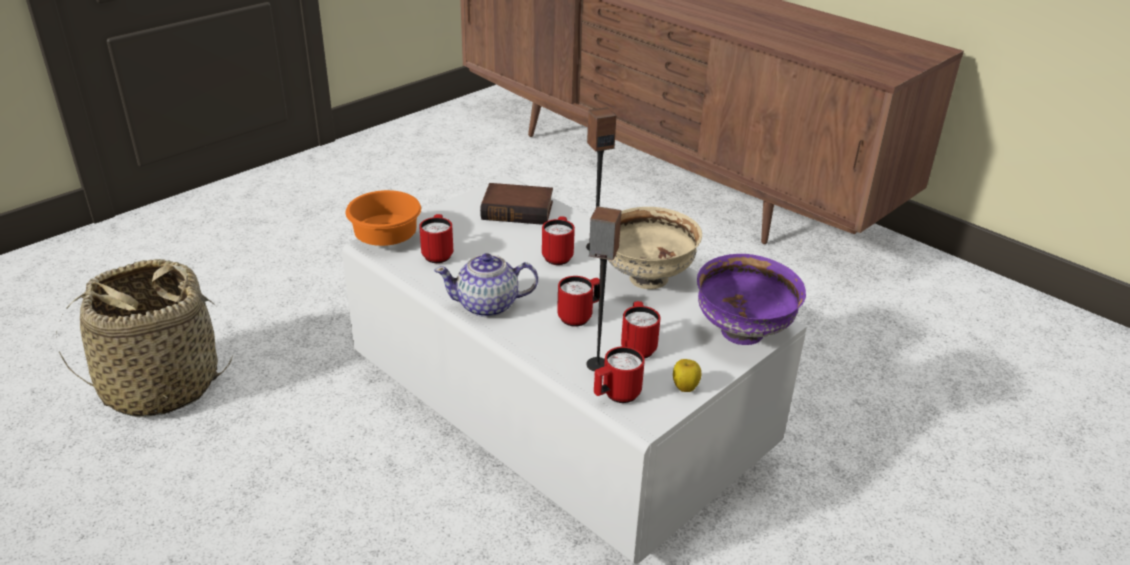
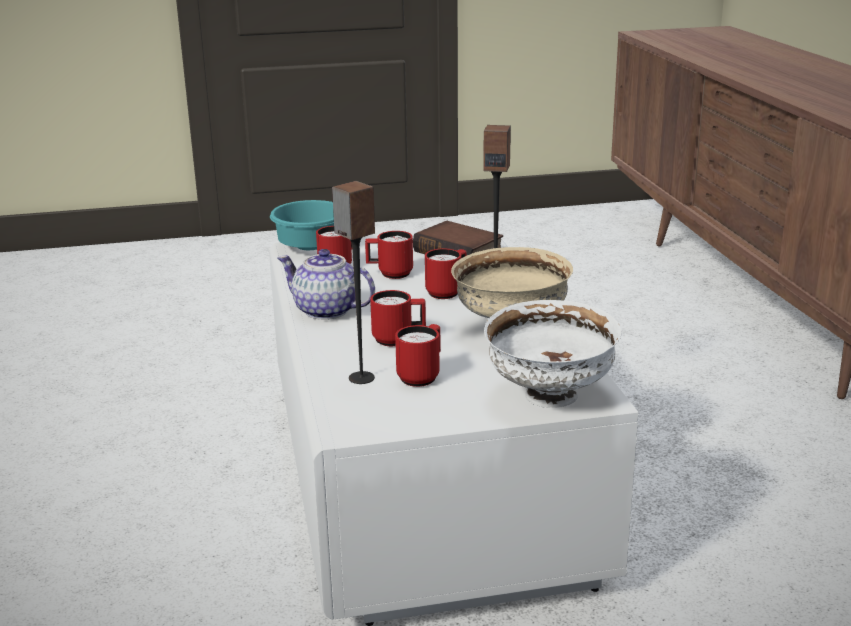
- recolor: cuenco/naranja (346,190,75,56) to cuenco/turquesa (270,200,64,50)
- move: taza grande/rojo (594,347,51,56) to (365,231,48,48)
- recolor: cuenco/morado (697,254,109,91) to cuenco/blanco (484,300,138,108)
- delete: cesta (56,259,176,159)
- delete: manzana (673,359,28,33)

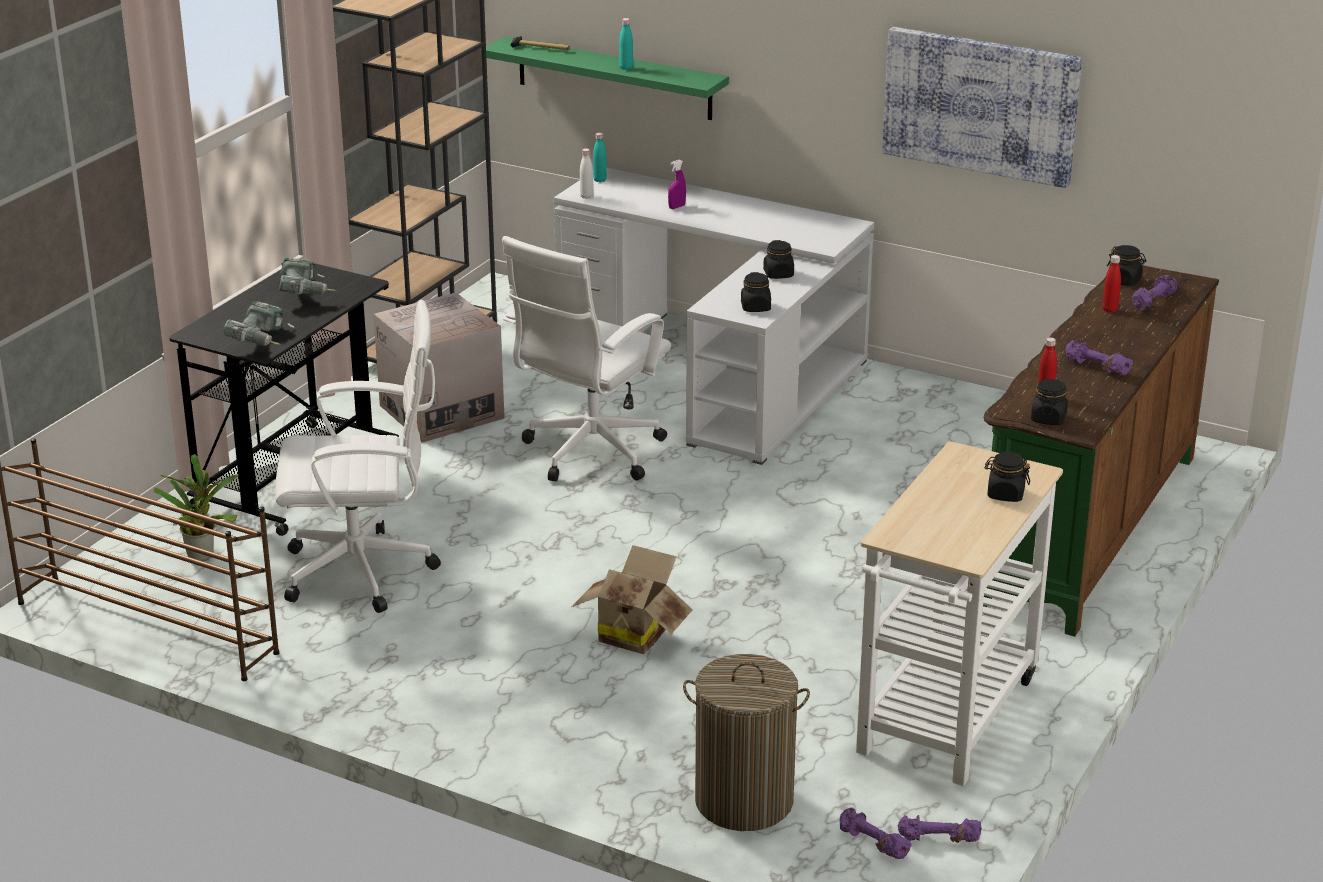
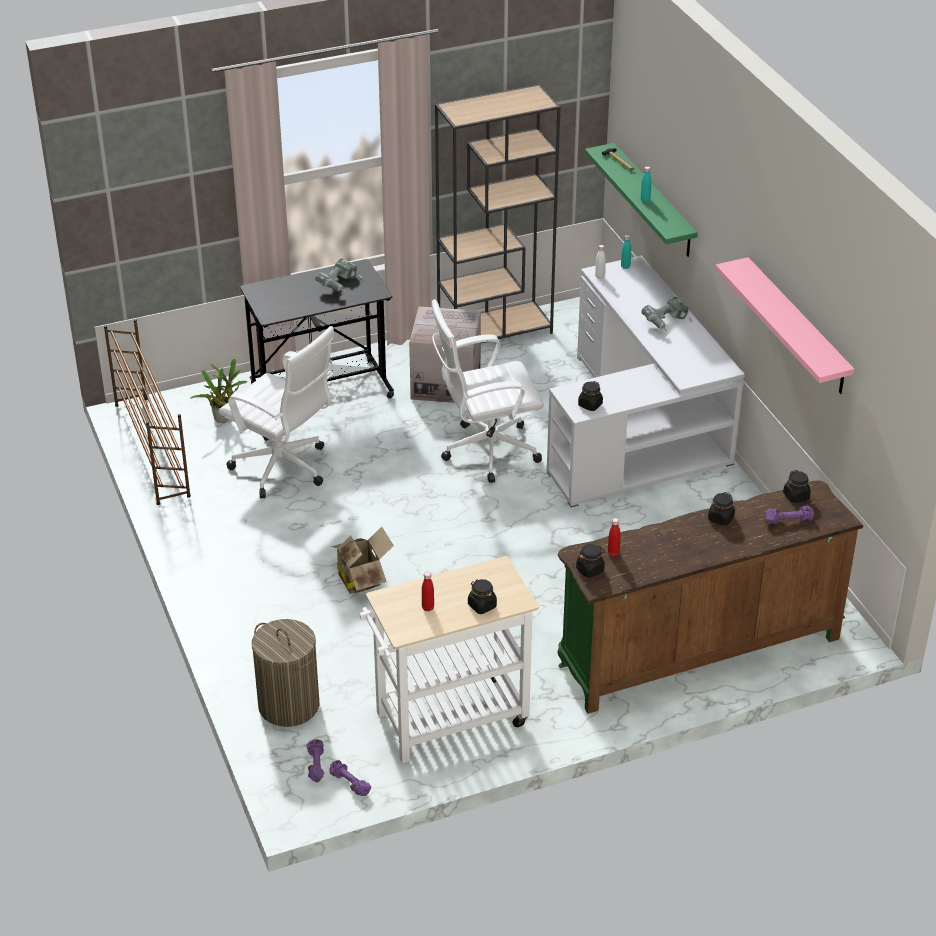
- move: botella/rojo (1102,255,19,58) to (422,572,12,39)
- move: taladro (223,301,72,45) to (641,297,51,35)
- move: tarro/negro (763,240,31,39) to (708,492,27,34)
- replace: cuadro (882,27,200,161) to estante/rosa (715,257,140,137)
- delete: pulverizador/morado (668,160,18,49)
- delete: mancuerna/morado (1066,340,67,36)

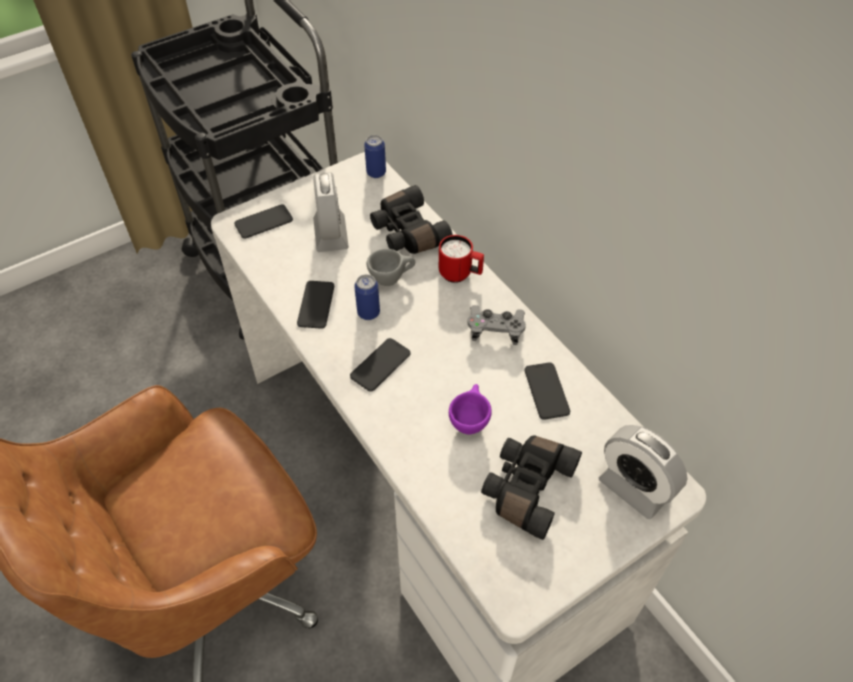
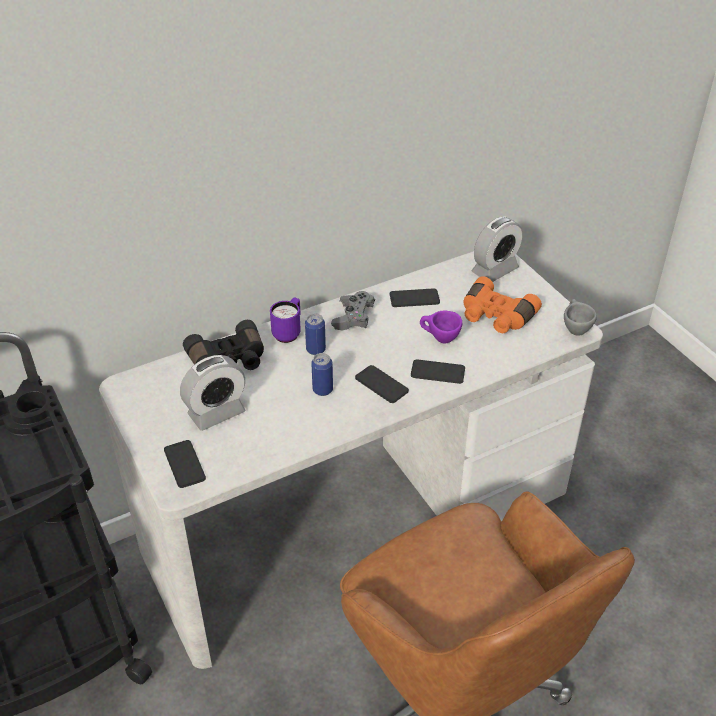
- rotate: despertador (313,172,36,80) = (180,355,65,76) 150 degrees clockwise
- recolor: taza grande/rojo (439,235,45,48) to taza grande/morado (270,298,31,45)
- move: lata (364,135,22,43) to (305,314,21,41)
- move: móvil (297,281,37,48) to (411,359,54,25)
- recolor: prismáticos/negro (481,435,101,105) to prismáticos/naranja (464,276,78,57)
- move: taza/gris (367,249,48,37) to (564,299,33,37)

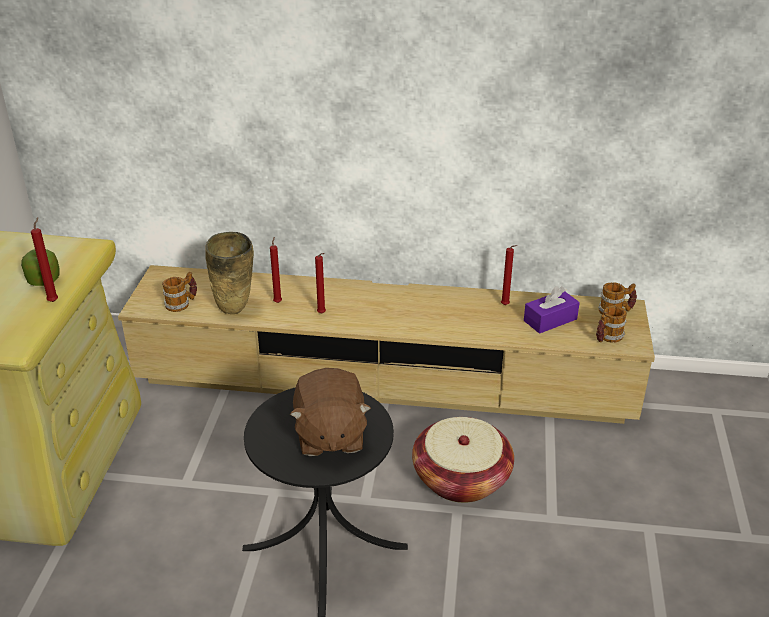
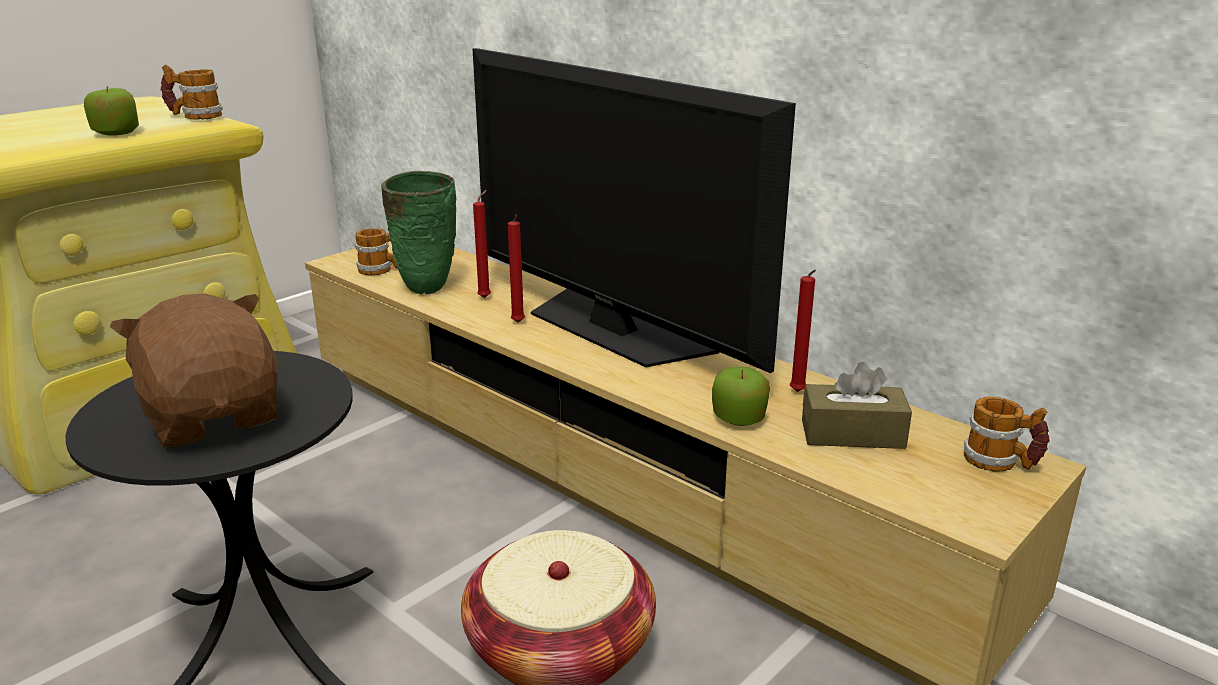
- rotate: peluche/marrón (290,368,81,88) = (110,293,168,154) 120 degrees clockwise
- move: taza grande (596,305,31,38) to (161,65,62,55)
- recolor: florero/beis (205,232,49,82) to florero/verde (381,171,75,123)
- insert: televisor (473,48,323,325)
- insert: manzana (712,367,58,59)
- recolor: caja de pañuelos/morado (524,286,56,48) to caja de pañuelos/marrón (802,362,110,87)
- delete: vela/rojo (31,218,27,84)

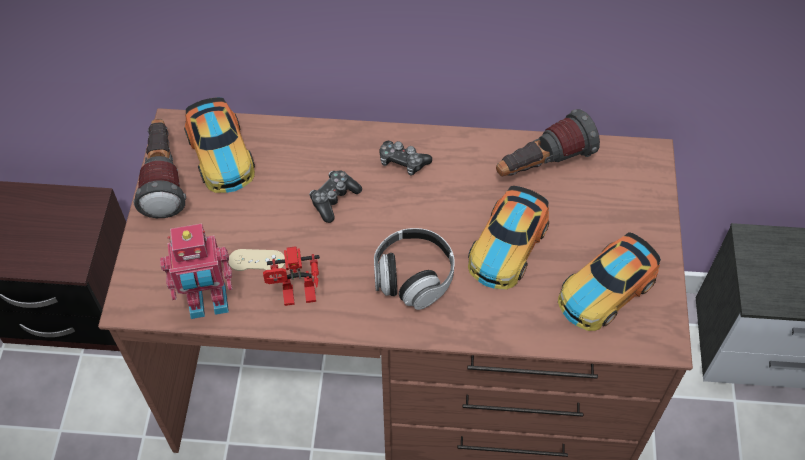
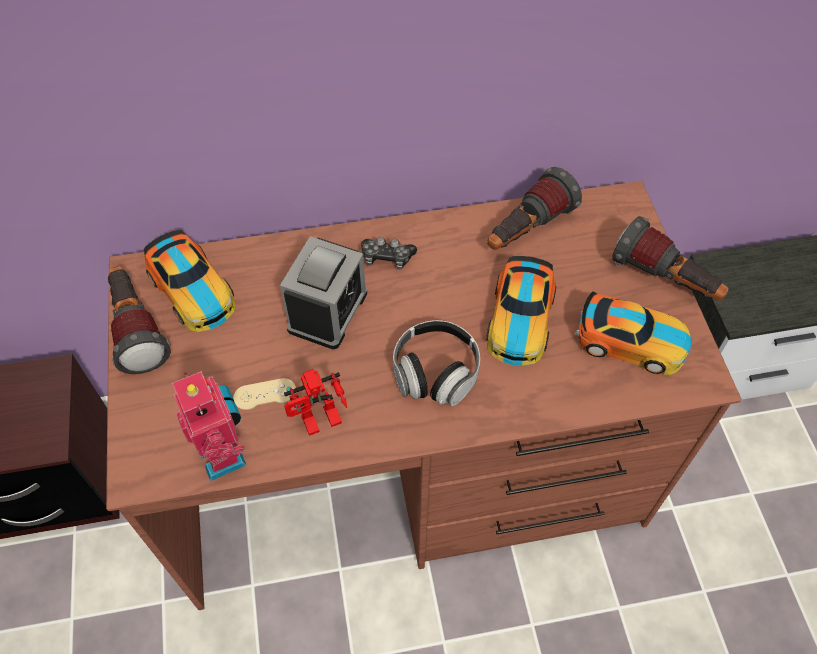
- rotate: robot de juguete (160,223,72,96) = (172,371,74,110) 90 degrees counterclockwise
- replace: mando de consola (309,170,53,53) to despertador (280,236,87,113)
- rotate: coche de juguete (558,232,103,99) = (575,292,116,83) 105 degrees counterclockwise
- insert: linterna (612,216,117,85)

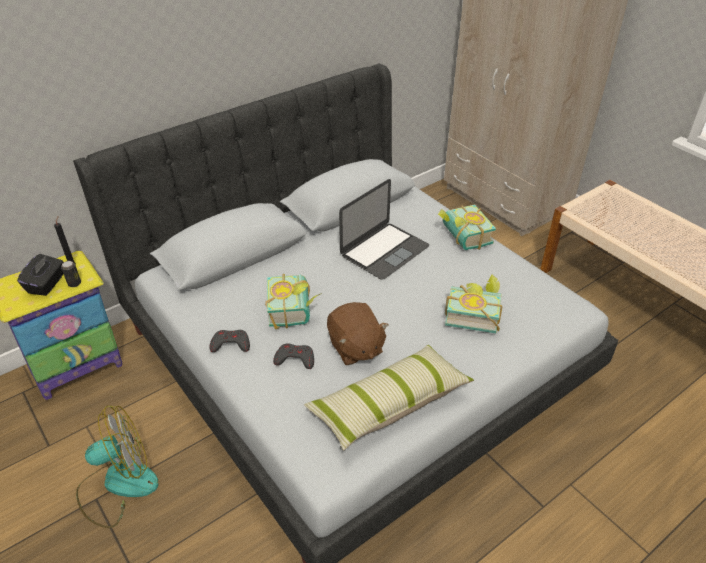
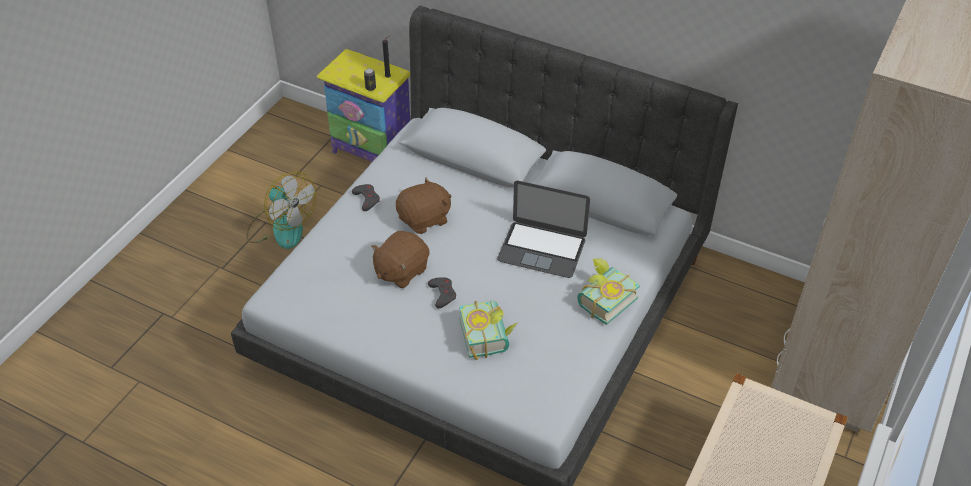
- replace: libro (265,274,57,55) to peluche/marrón (396,177,55,57)
- move: mando de consola/gris (273,343,41,26) to (428,277,28,31)
- delete: caja de pañuelos/negro (17,254,46,42)
- delete: cojín (304,345,170,106)

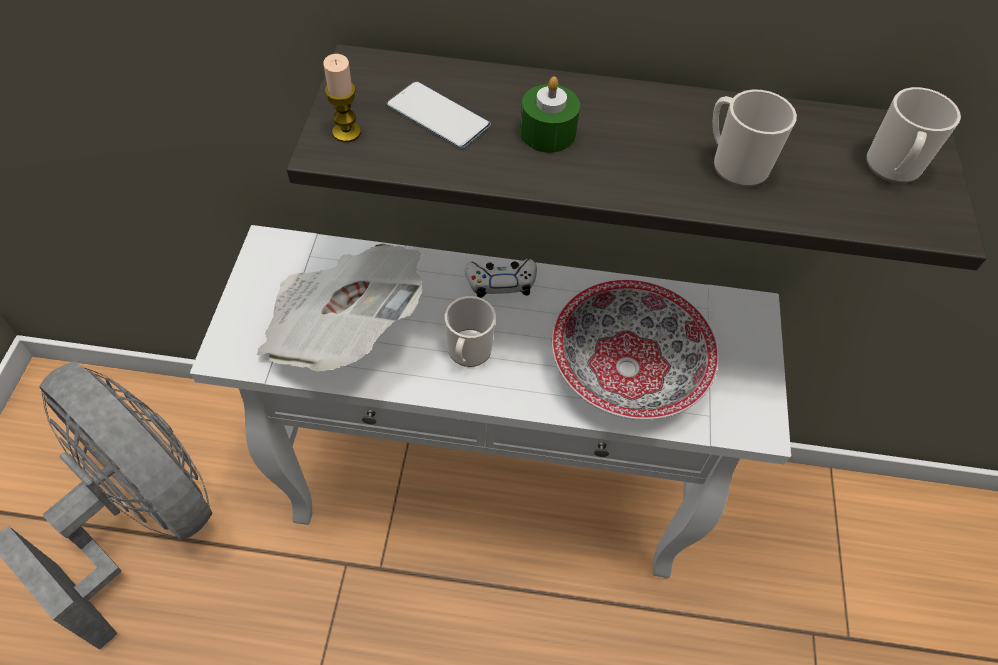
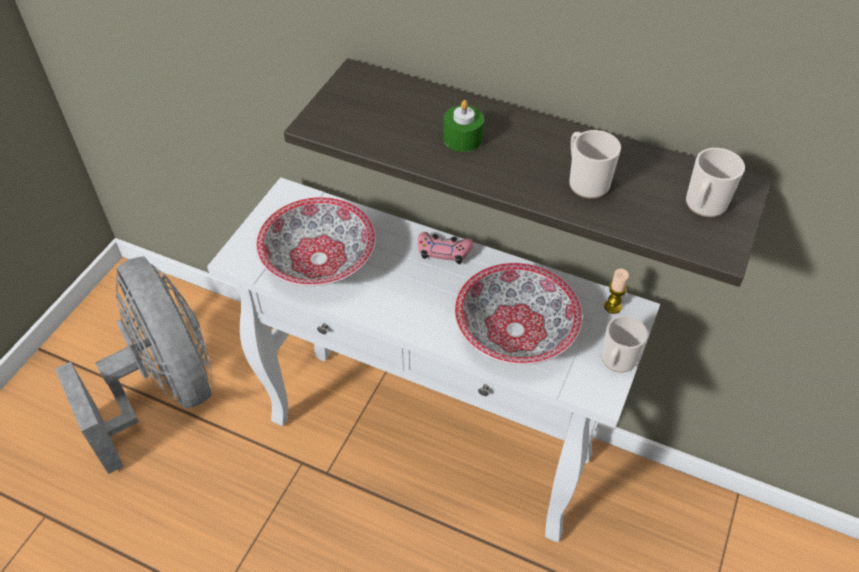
- replace: periódico (257,243,165,129) to cuenco (256,197,120,89)
- recolor: mando de consola/blanco (465,259,72,39) to mando de consola/rosa (418,232,55,32)
- move: taza grande (445,296,51,71) to (602,316,46,57)
- move: vela (323,54,38,88) to (604,269,25,45)
- delete: móvil (387,81,104,68)

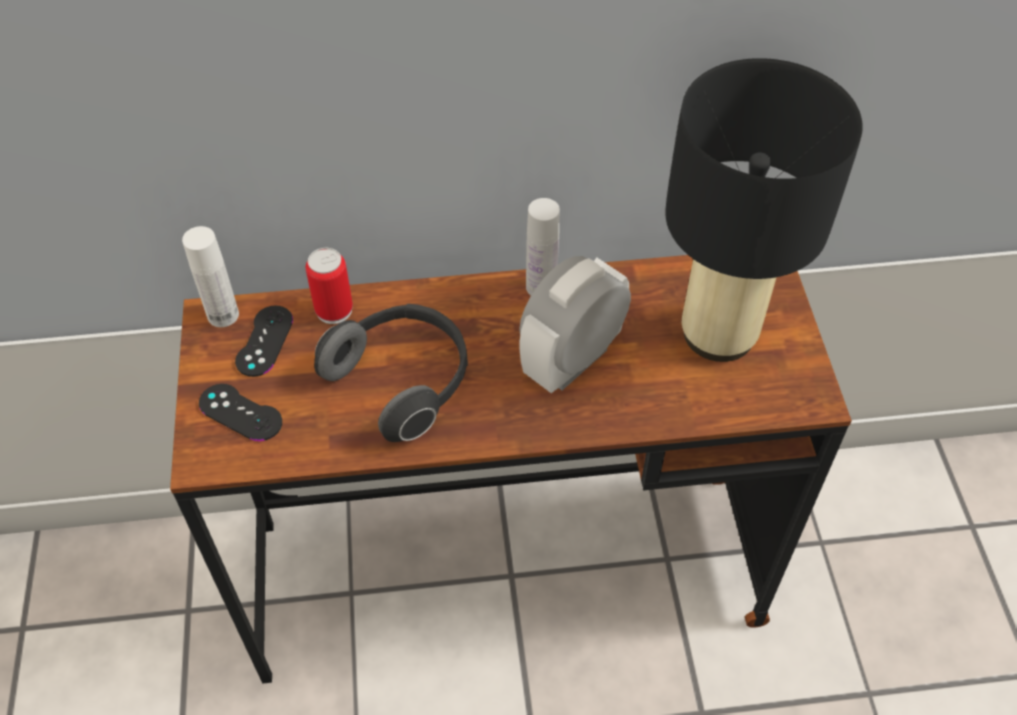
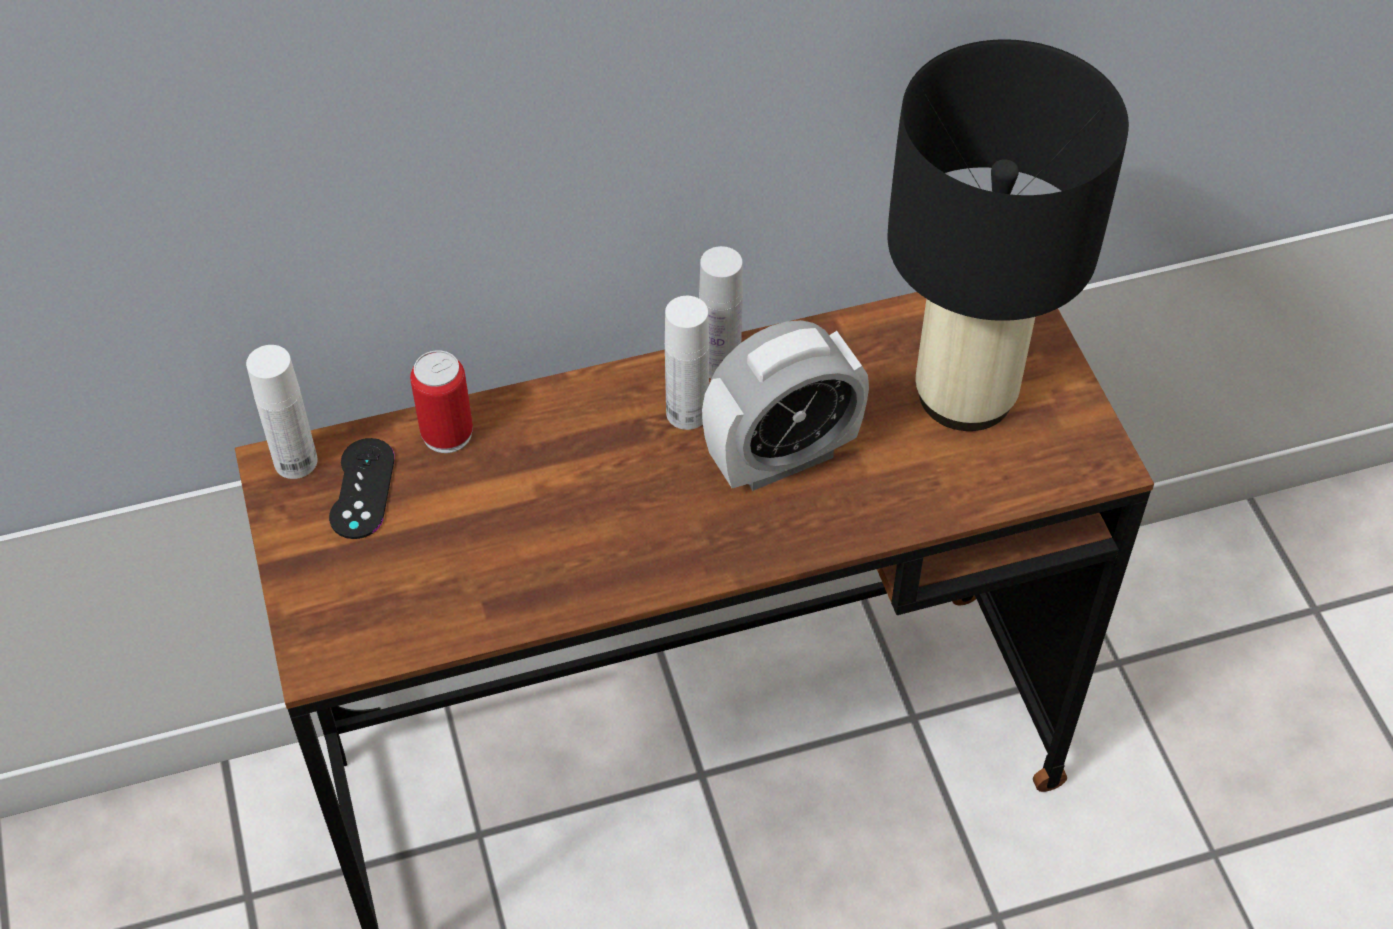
- insert: botella/blanco (665,296,44,134)
- rotate: despertador (519,256,112,137) = (702,320,167,171) 150 degrees counterclockwise
- delete: mando de consola/negro (199,384,83,57)
- delete: auriculares (314,304,154,138)

